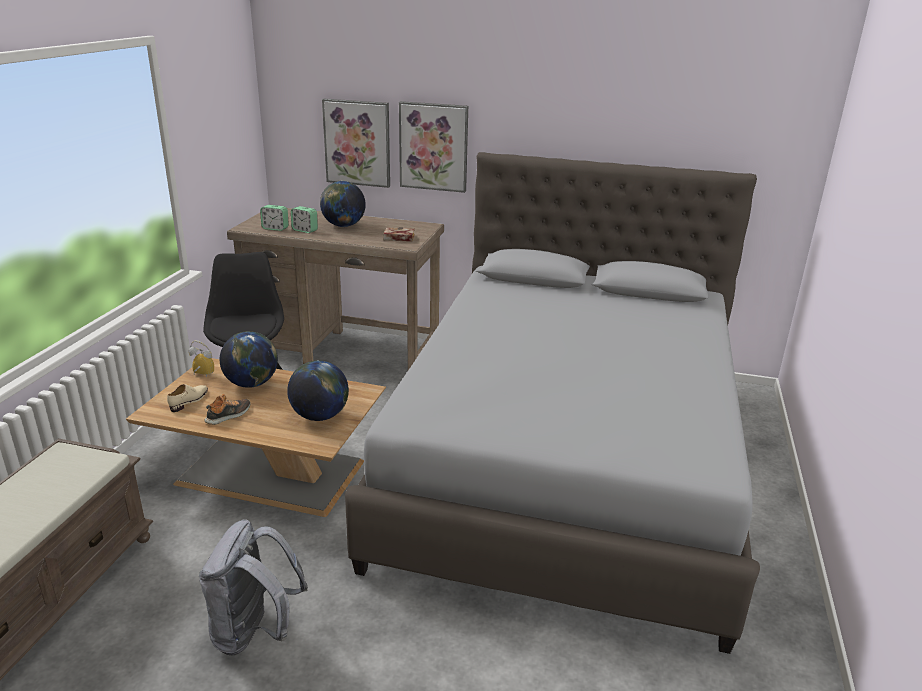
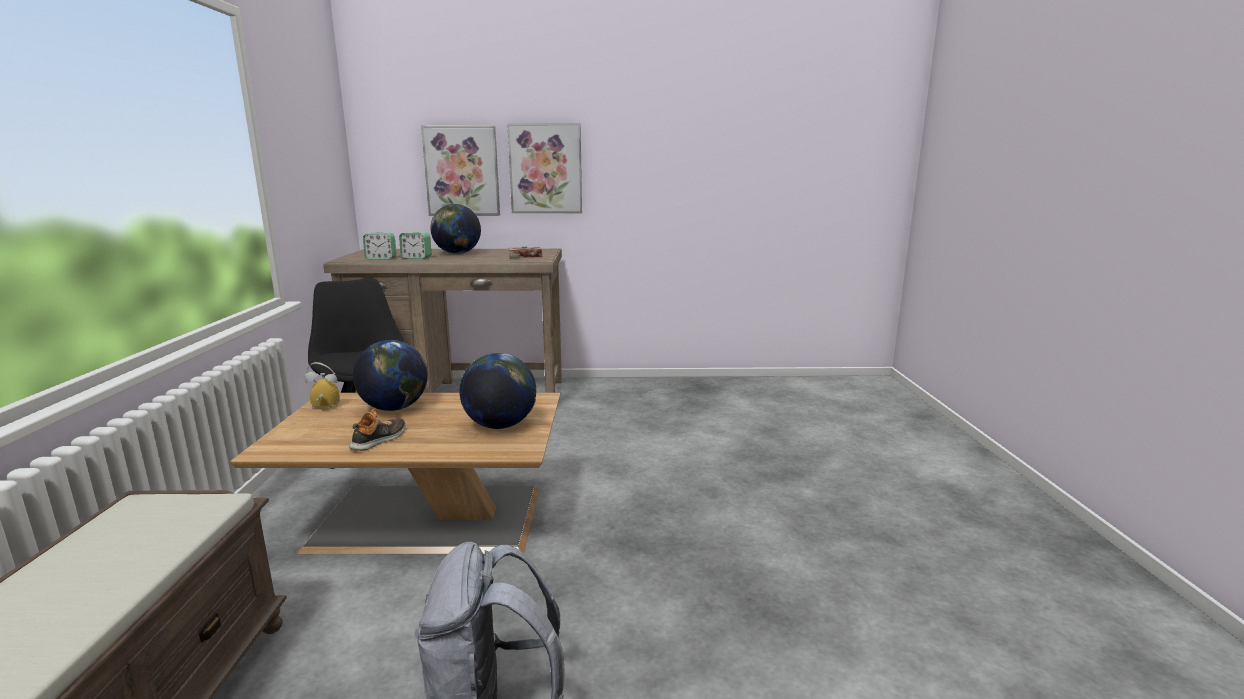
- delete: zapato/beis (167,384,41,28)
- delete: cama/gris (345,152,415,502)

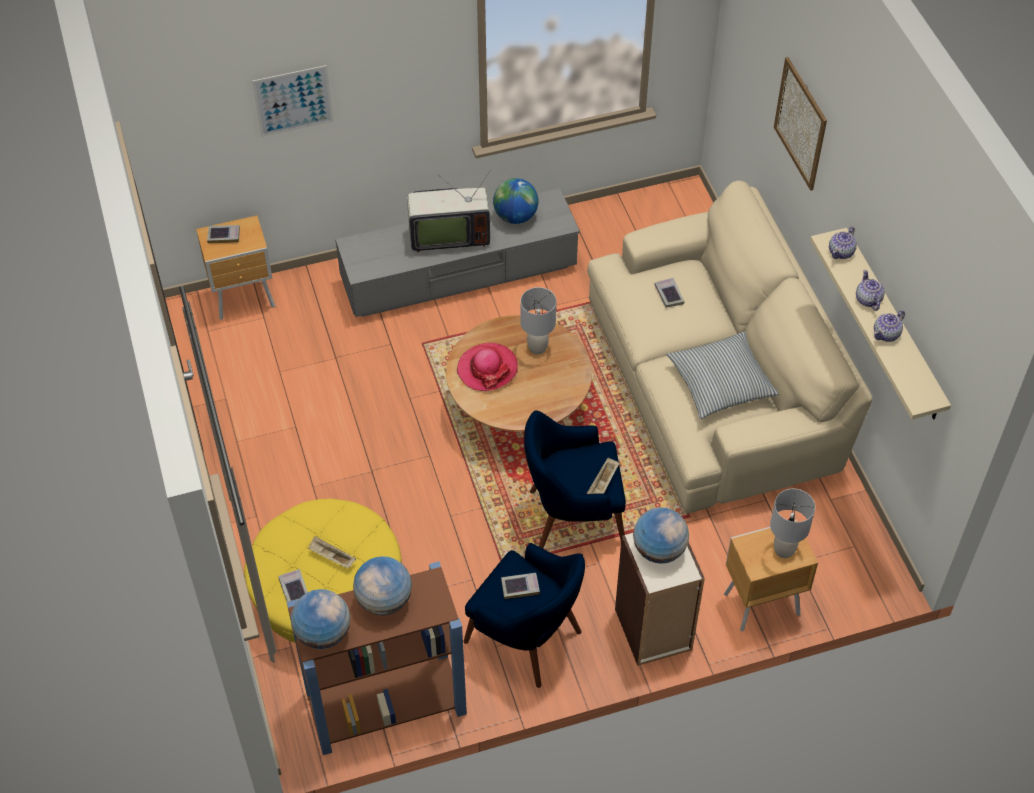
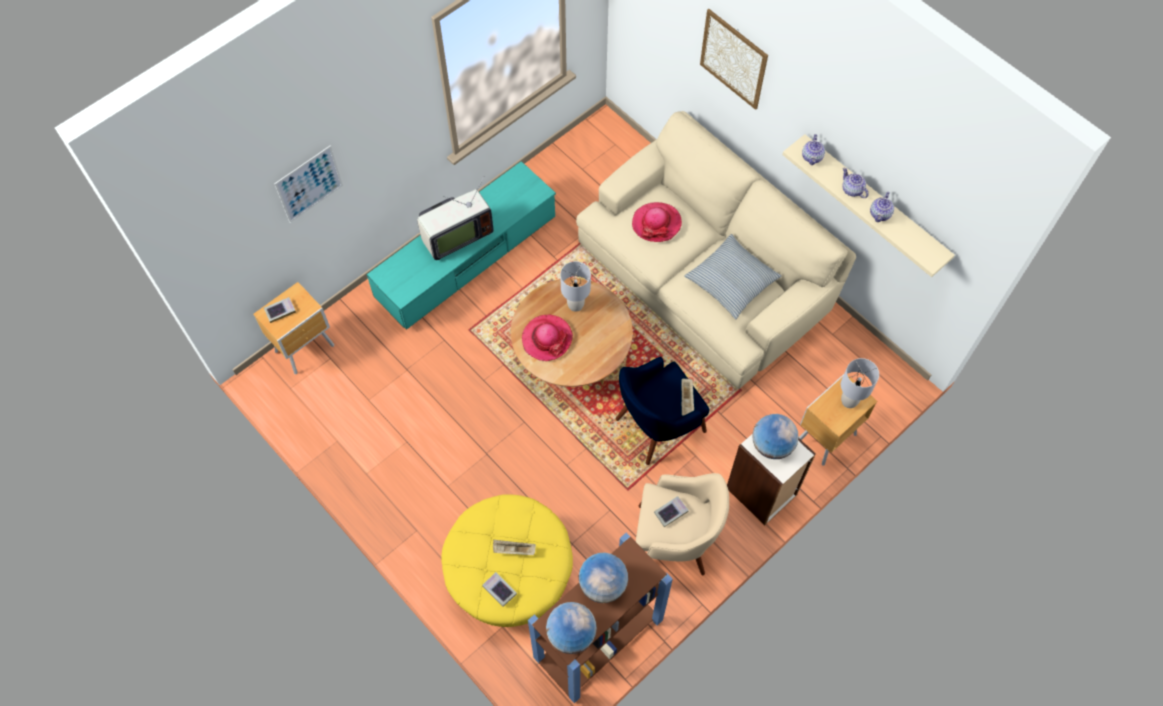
- recolor: mueble de televisión/gris (335,188,245,129) to mueble de televisión/turquesa (366,161,190,168)
- replace: libro (654,278,31,30) to sombrero (632,202,50,40)
- recolor: sillón/azul (463,543,122,145) to sillón/beis (636,473,93,103)
- delete: globo terráqueo (493,178,45,46)

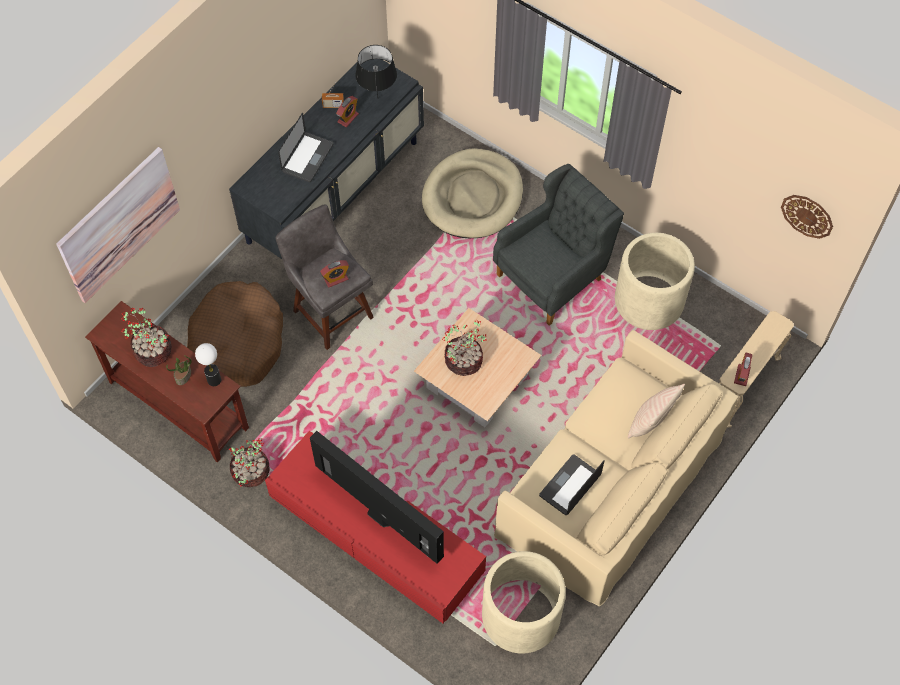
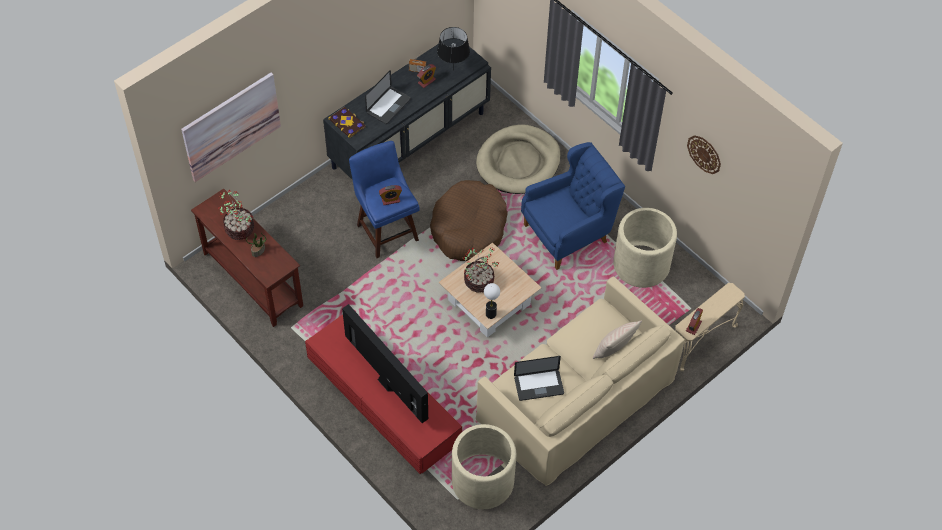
- insert: libro (328,107,37,31)
- recolor: taburete/gris (276,204,98,146) to taburete/azul (349,141,71,117)
- move: cama para perro/marrón (187,281,96,106) to (430,180,78,81)
- move: lámpara de mesa (195,343,26,43) to (484,283,16,36)
- rotate: portátil (539,454,66,61) = (514,356,50,45) 150 degrees counterclockwise
- recolor: sillón/gris (493,164,131,162) to sillón/azul (521,142,104,128)
- move: reloj de pared (781,195,52,44) to (687,135,34,39)
- delete: planta en maceta (229,438,40,49)

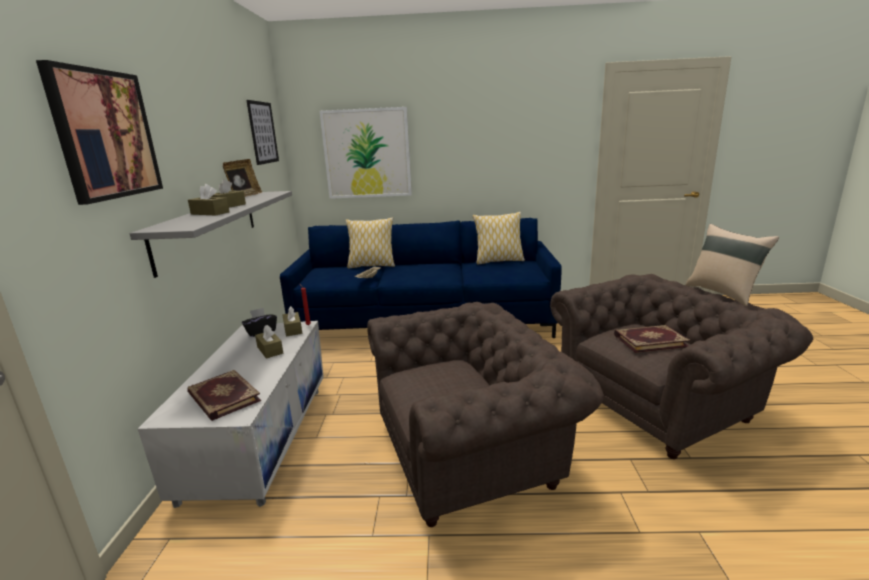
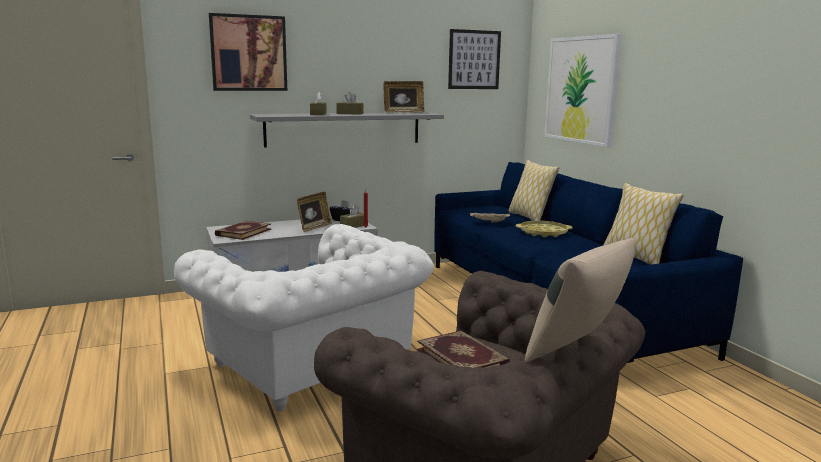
- recolor: sillón/marrón (367,302,237,225) to sillón/blanco (174,224,260,187)
- replace: caja de pañuelos/marrón (255,325,28,34) to portarretratos (297,192,35,40)
- insert: bandeja/amarillo (516,221,56,16)

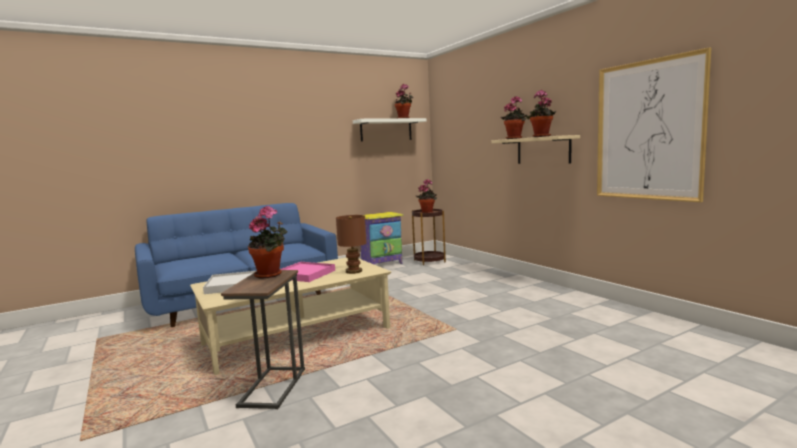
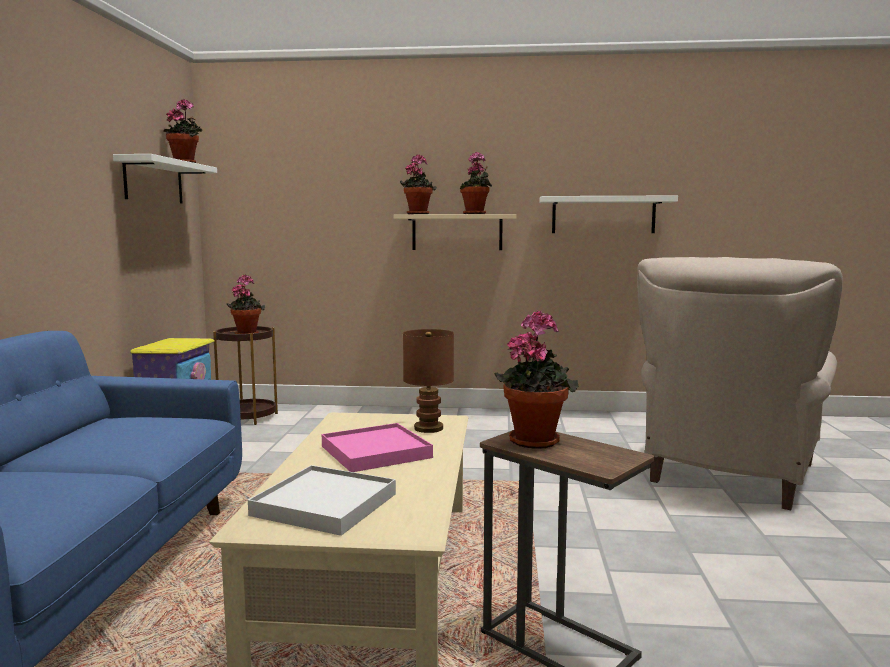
- replace: cuadro (597,48,114,154) to estante/blanco (539,196,139,37)
- insert: sillón/beis (637,257,206,253)

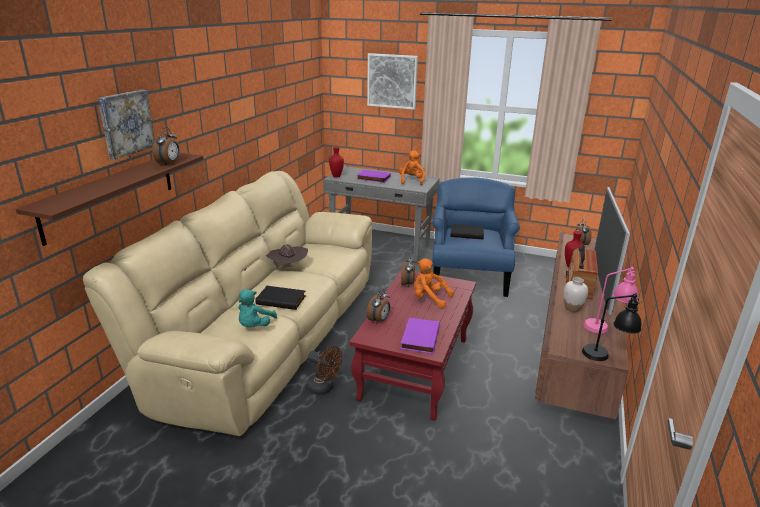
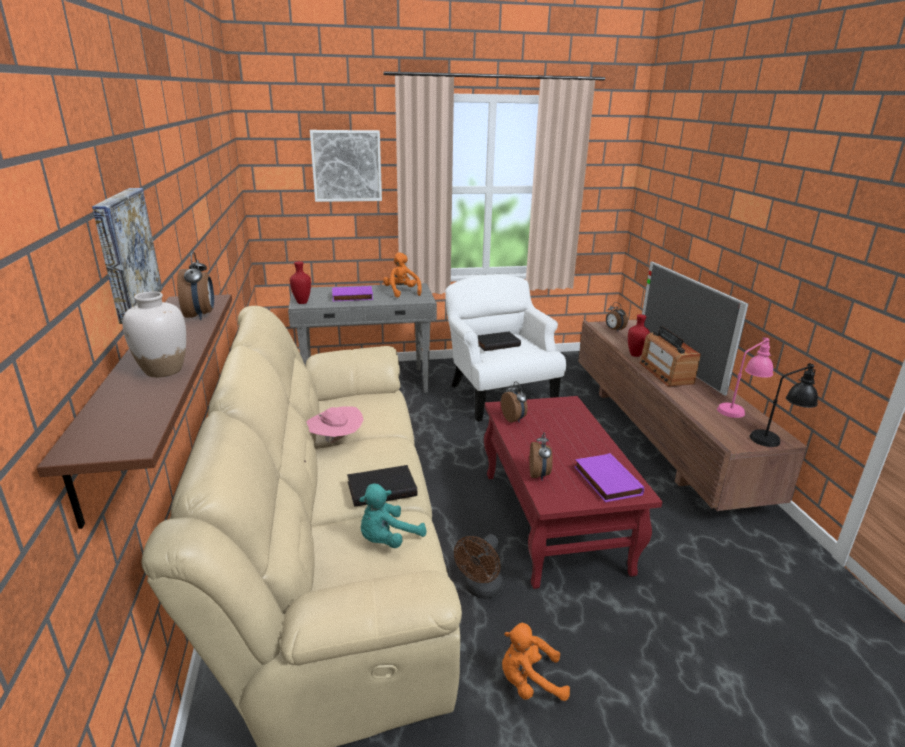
- move: florero/blanco (563,277,25,35) to (122,291,64,86)
- recolor: sombrero/marrón (266,244,42,24) to sombrero/rosa (306,406,57,38)
- rotate: peluche/turquesa (238,289,39,38) = (359,484,67,64) 60 degrees clockwise
- recolor: sillón/azul (432,177,88,120) to sillón/blanco (445,275,121,147)
- rotate: ventilador/marrón (306,346,36,49) = (454,534,49,65) 120 degrees clockwise
- move: peluche/naranja (414,258,40,50) to (502,623,68,78)

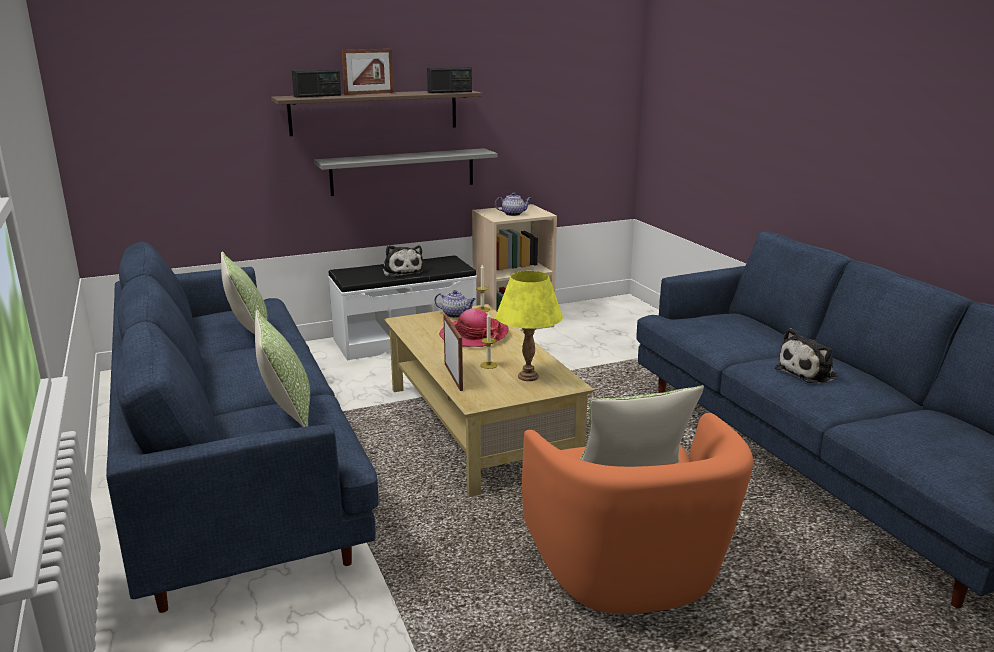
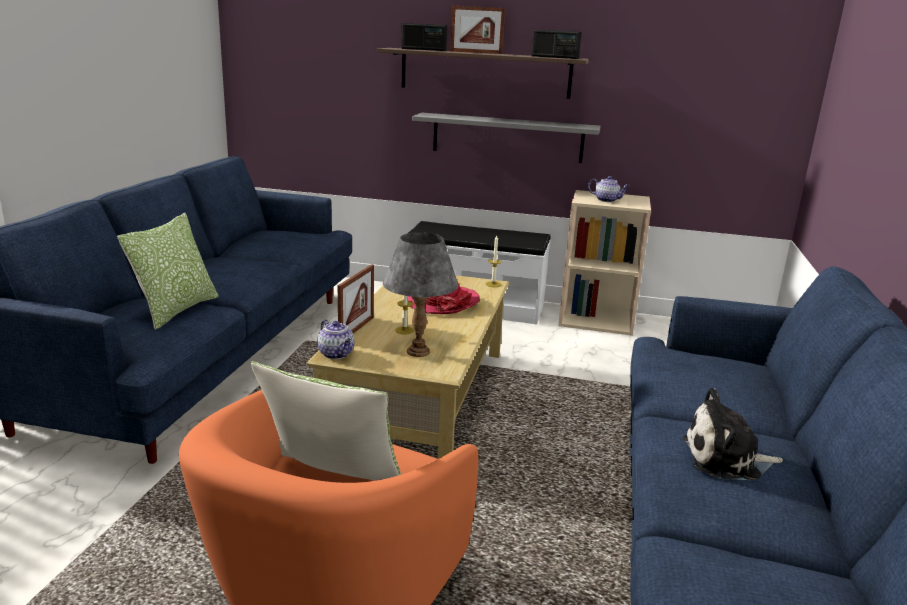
- move: tetera (435,290,41,28) to (317,320,38,39)
- recolor: lámpara de mesa/amarillo (496,271,67,110) to lámpara de mesa/gris (383,232,75,125)
- delete: cojín (221,251,47,83)
- delete: peluche (382,245,41,32)

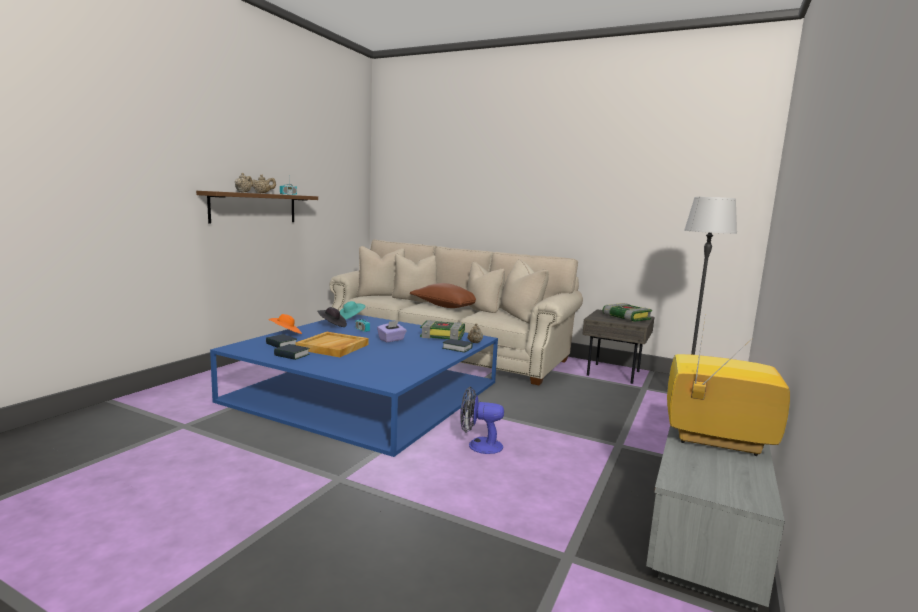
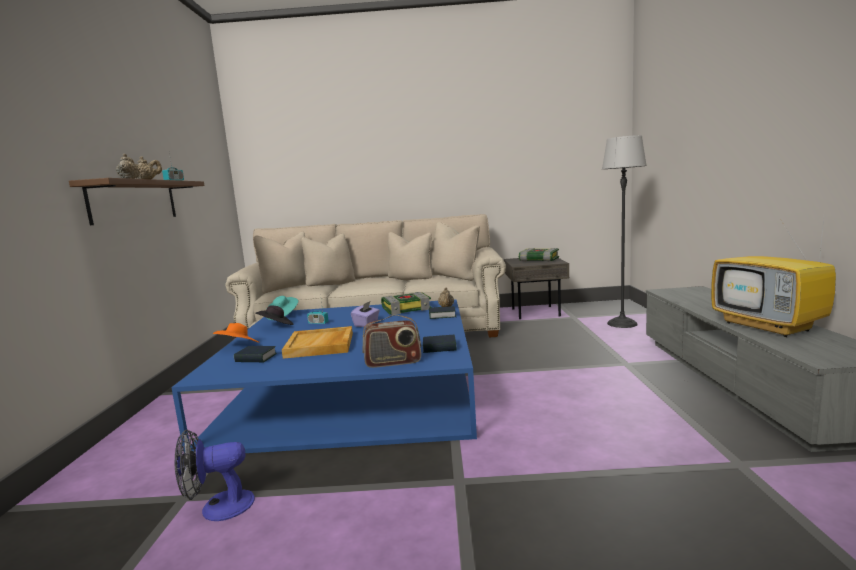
- move: ventilador (461,387,43,67) to (175,430,80,91)
- insert: radio (363,315,58,53)
- move: libro (274,344,36,16) to (423,335,34,18)
- rotate: televisor (667,320,123,136) = (711,218,125,119) 105 degrees counterclockwise
- delete: cojín/marrón (410,283,66,25)

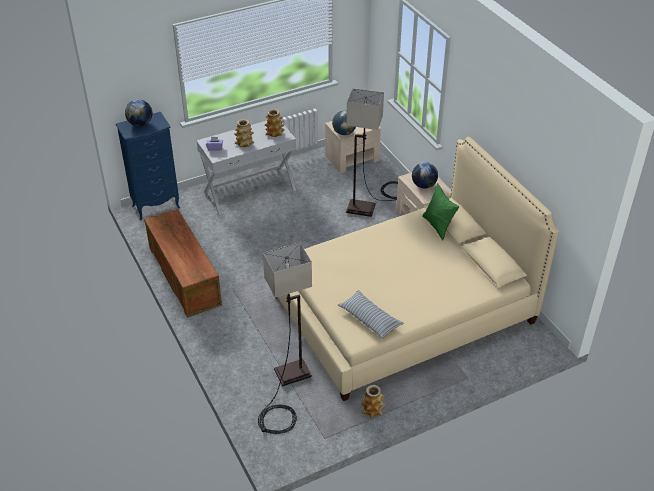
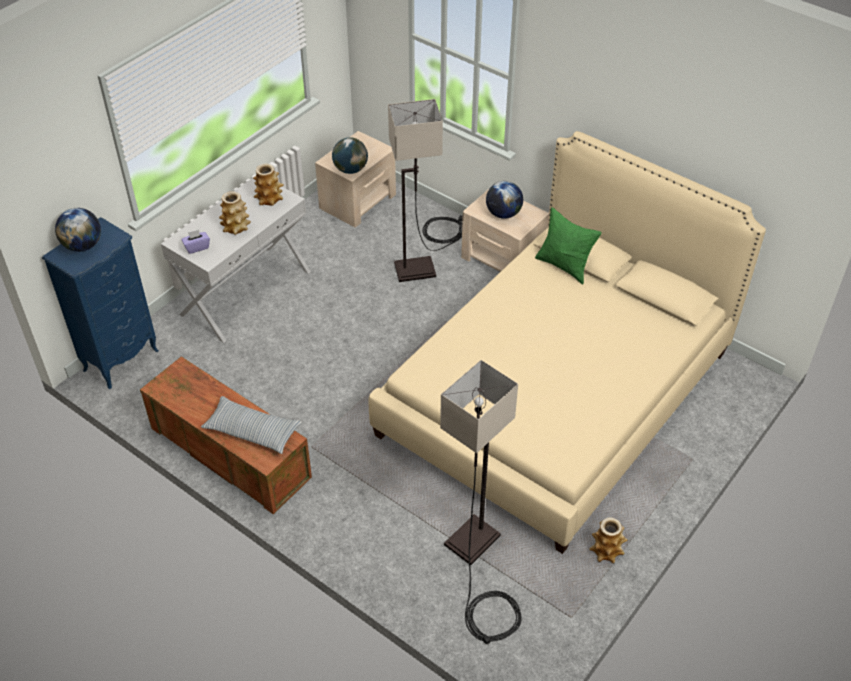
- move: cojín (338,290,66,49) to (201,396,101,58)

